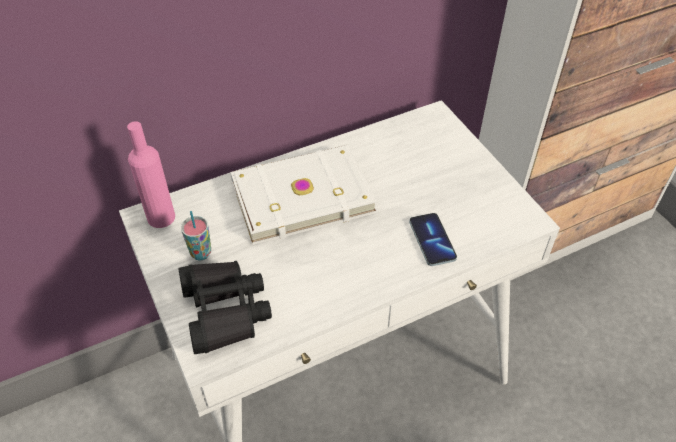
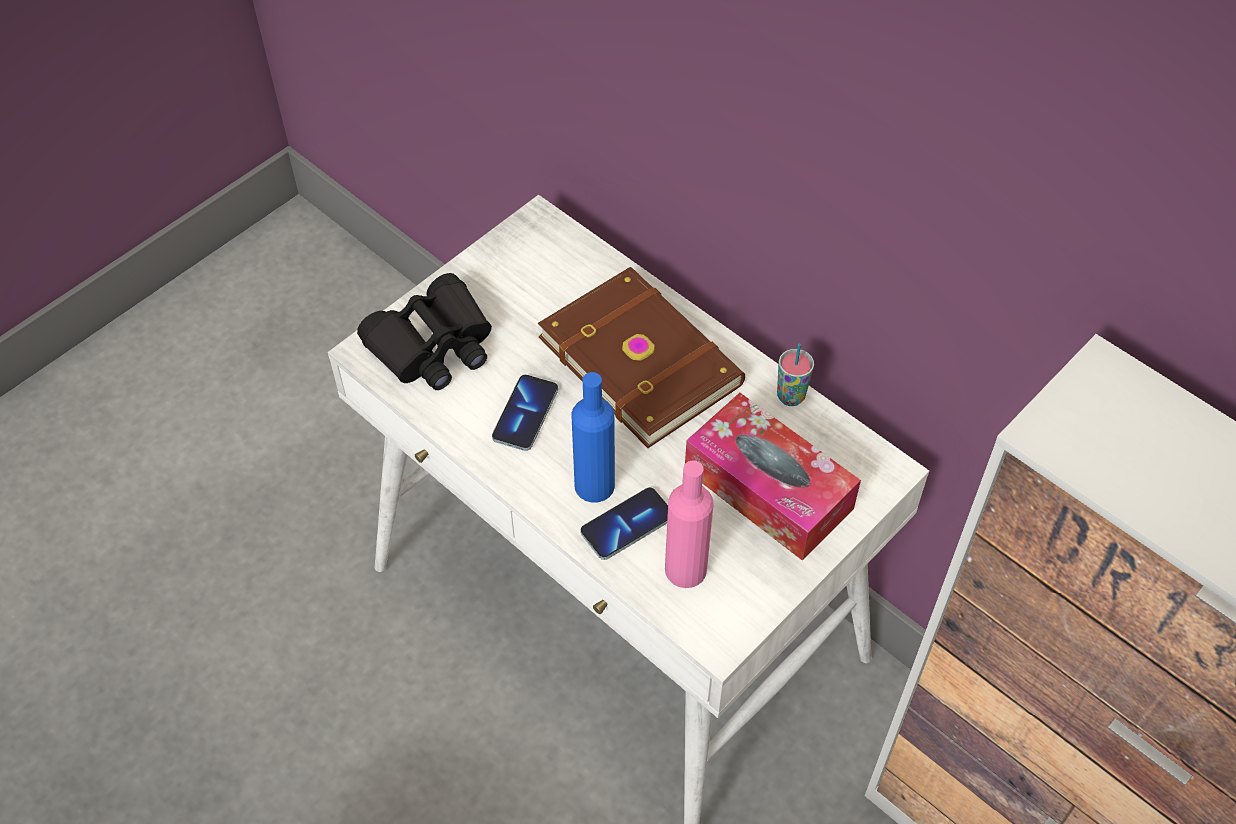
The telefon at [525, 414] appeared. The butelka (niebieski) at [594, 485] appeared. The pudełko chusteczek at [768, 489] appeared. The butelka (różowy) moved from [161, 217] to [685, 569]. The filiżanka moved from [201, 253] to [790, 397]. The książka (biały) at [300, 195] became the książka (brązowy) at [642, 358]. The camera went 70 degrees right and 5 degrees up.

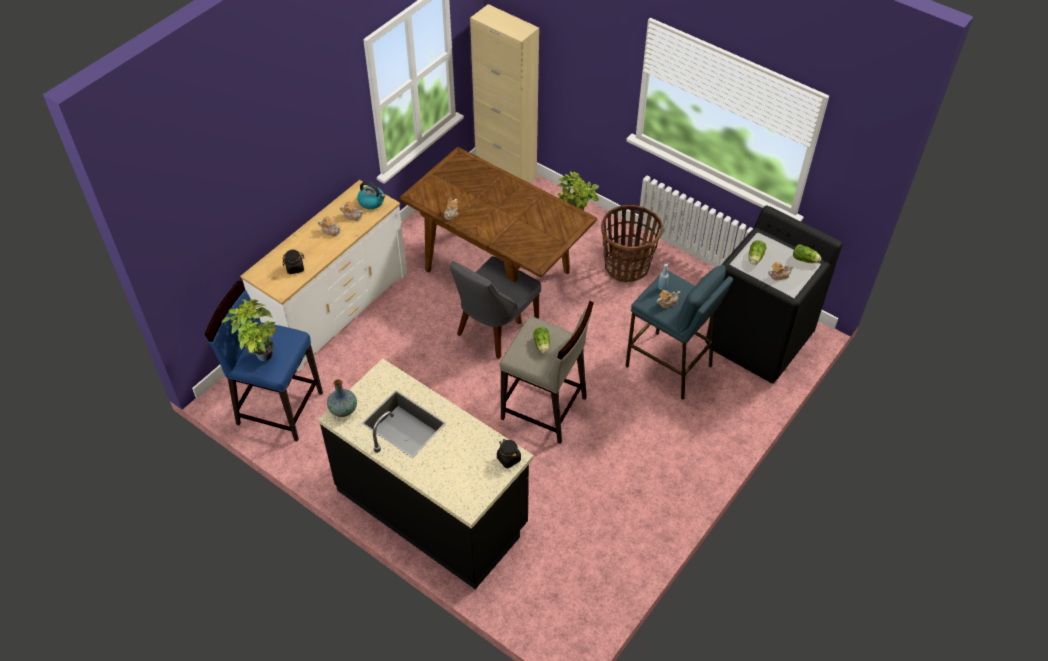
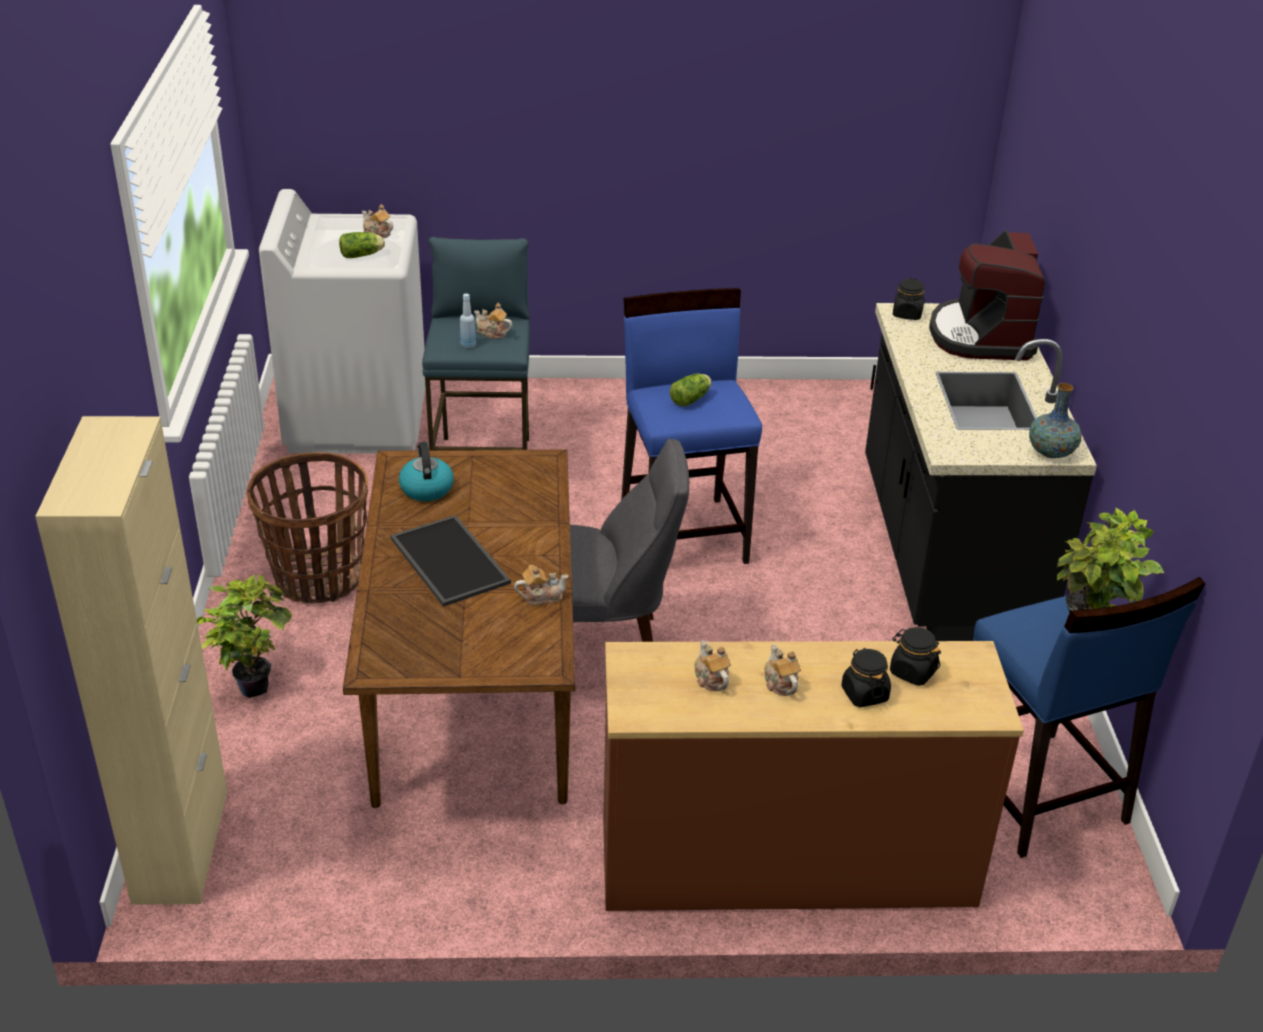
The sałata at [805, 260] disappeared. The taca at [447, 560] appeared. The słoik (czarny) at [864, 694] appeared. The ekspres do kawy at [981, 336] appeared. The czajnik moved from [372, 202] to [426, 488]. The komoda (biały) at [335, 309] became the komoda (brązowy) at [786, 864]. The stołek (beżowy) at [544, 409] became the stołek (niebieski) at [684, 535]. The pralka (czarny) at [759, 341] became the pralka (biały) at [356, 418]. The camera went 130 degrees left and 15 degrees down.

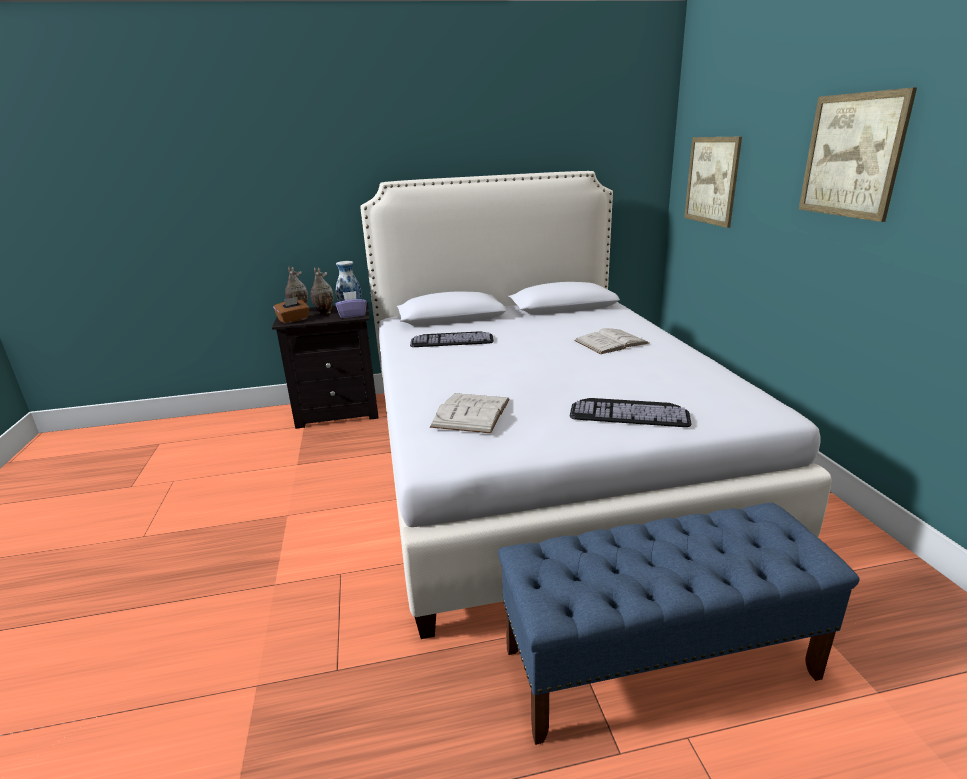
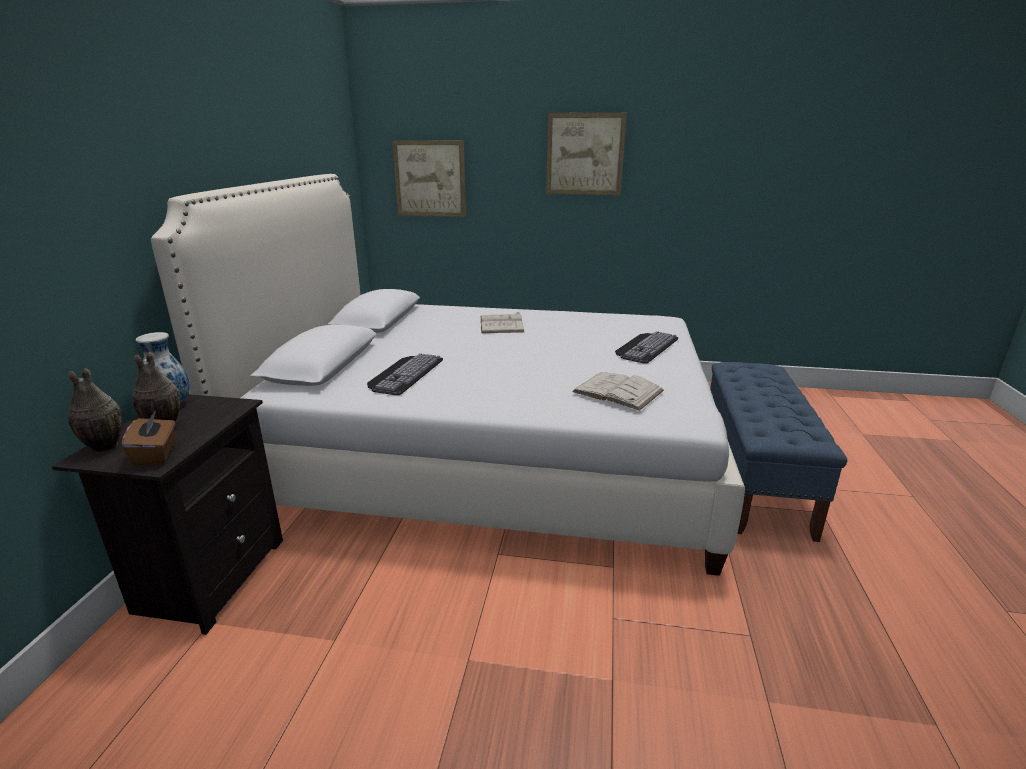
The pudełko chusteczek (fioletowy) at [352, 315] disappeared. The camera went 70 degrees left and 0 degrees up.

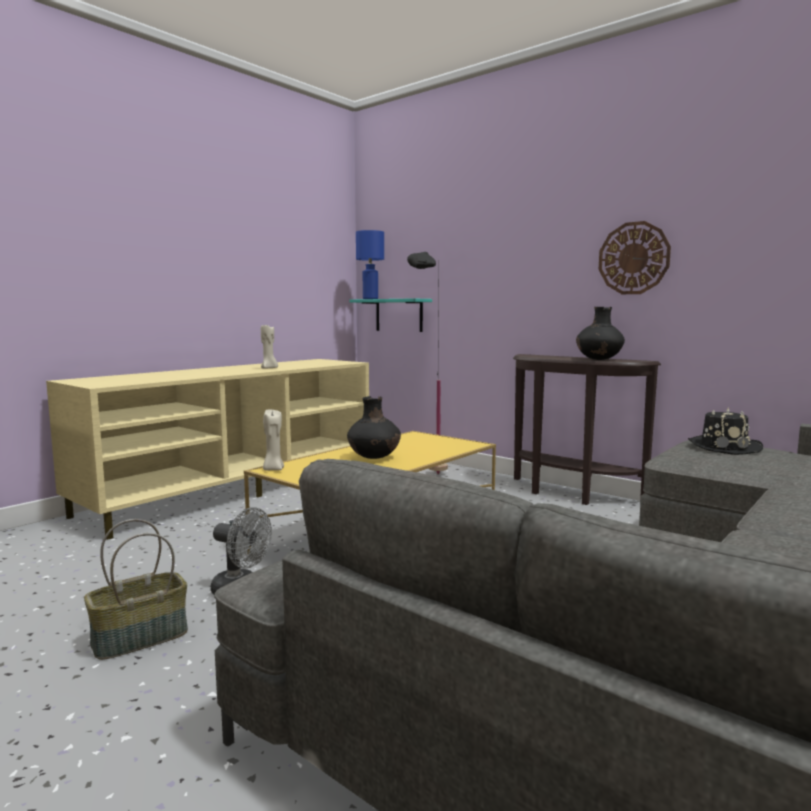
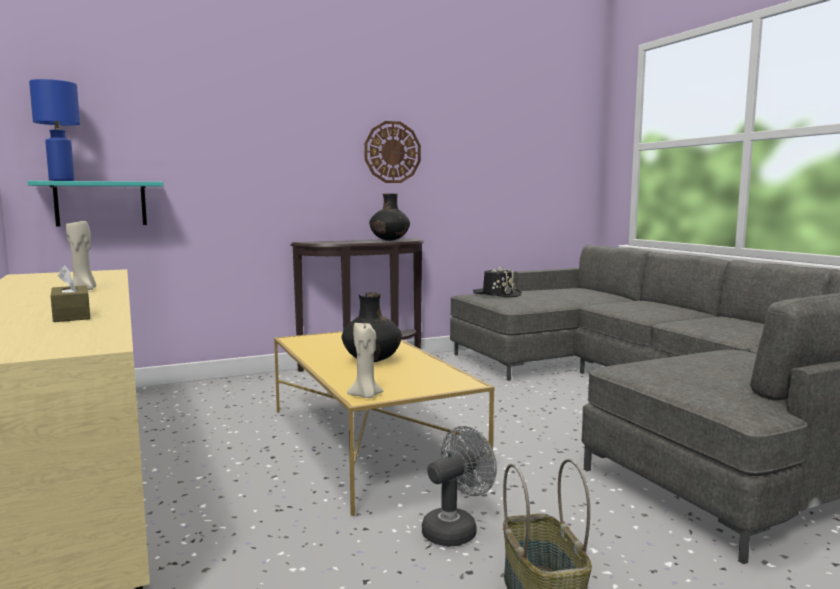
The lampa stojąca (czarny) at [426, 470] disappeared. The pudełko chusteczek (brązowy) at [71, 315] appeared. The camera went 65 degrees left and 0 degrees up.

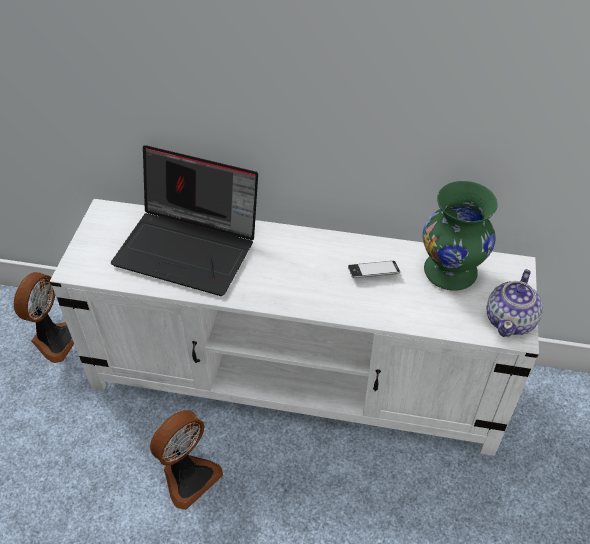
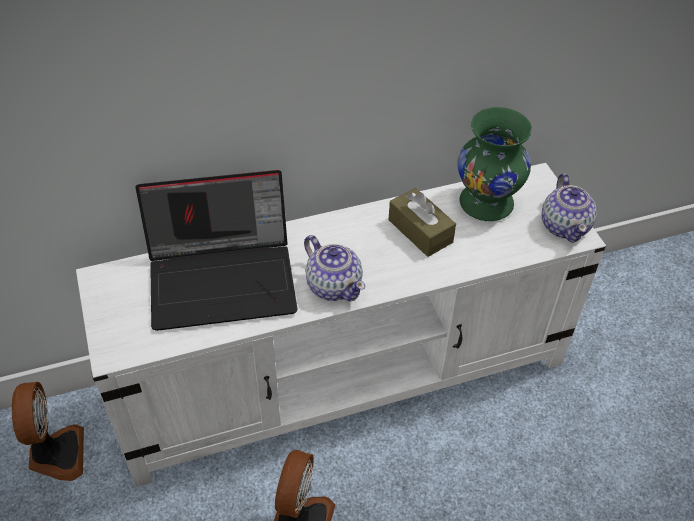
The imbryk at [334, 285] appeared. The telefon at [373, 272] was replaced by the pudełko chusteczek (brązowy) at [420, 231]. The camera went 30 degrees left and 0 degrees up.

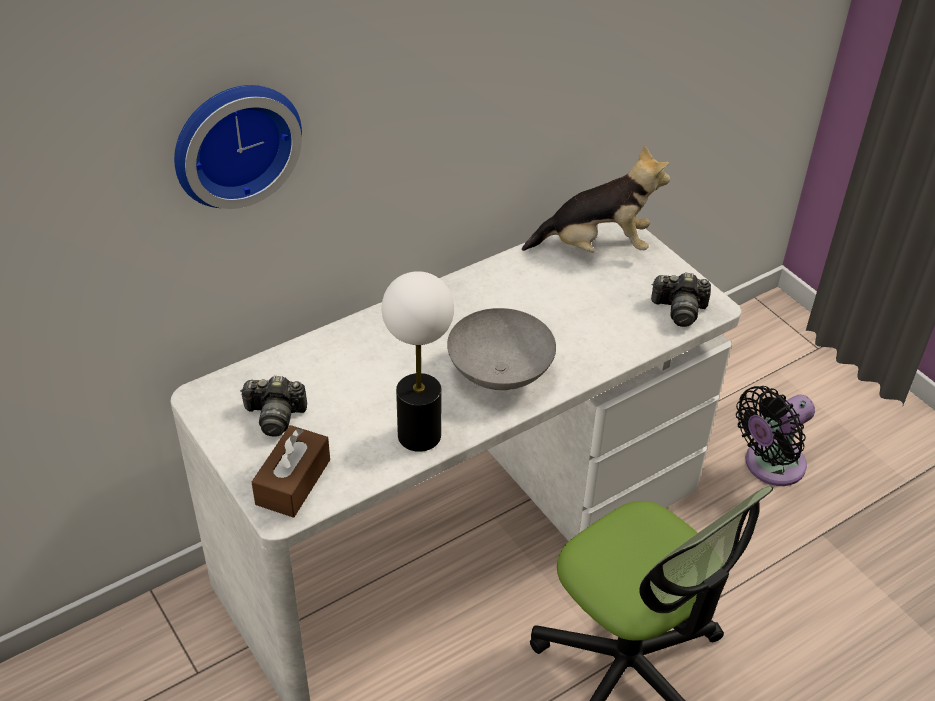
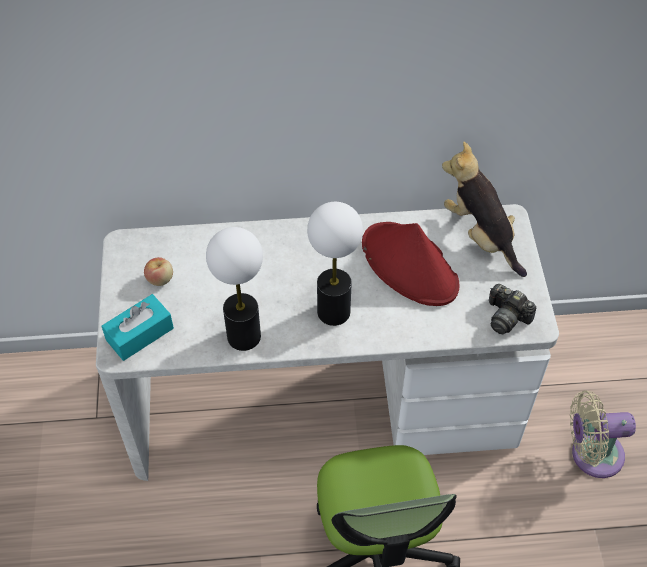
The zegar ścienny at [233, 141] disappeared. The kapelusz (czerwony) at [410, 265] appeared. The aparat fotograficzny at [275, 416] was replaced by the jabłko at [160, 279]. The miska (szary) at [500, 372] was replaced by the lampa stołowa at [334, 311]. The pudełko chusteczek (brązowy) at [293, 482] became the pudełko chusteczek (turkusowy) at [140, 334]. The wentylator (czarny) at [769, 466] became the wentylator (beżowy) at [591, 454]. The pluszak at [596, 246] turned 150 degrees counterclockwise. The camera went 30 degrees right and 10 degrees up.

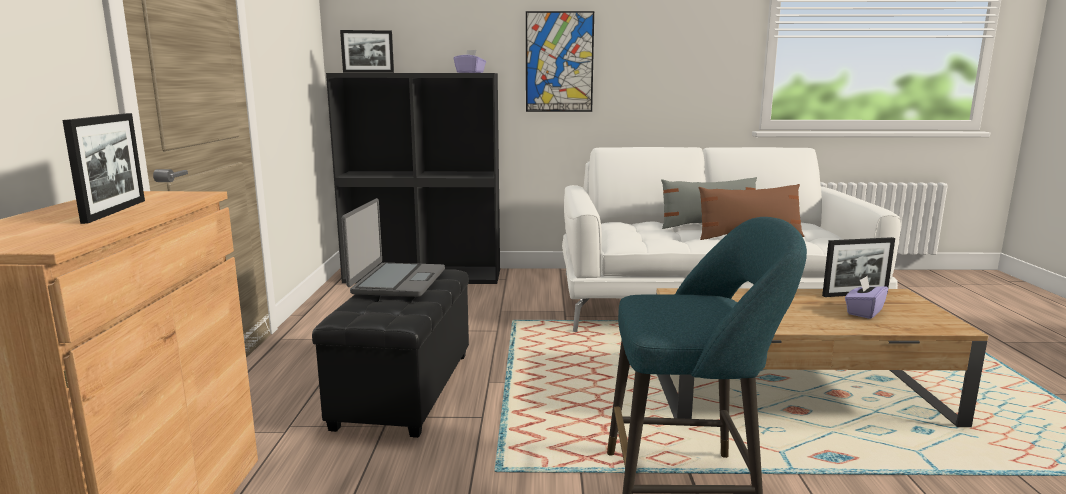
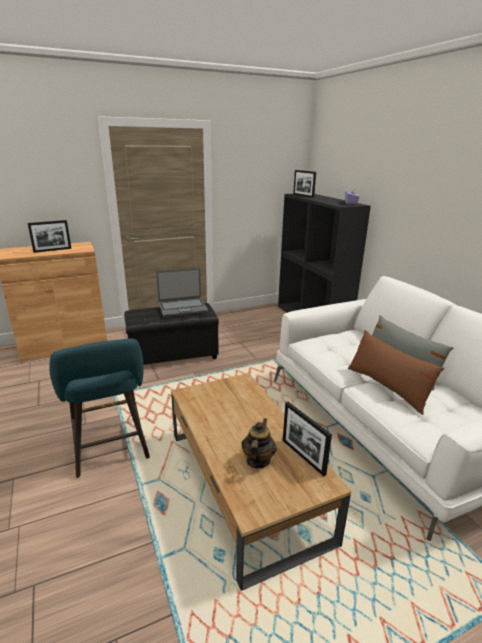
The obraz at [559, 62] disappeared. The pudełko chusteczek (fioletowy) at [864, 312] was replaced by the imbryk at [257, 460]. The camera went 65 degrees right and 10 degrees up.

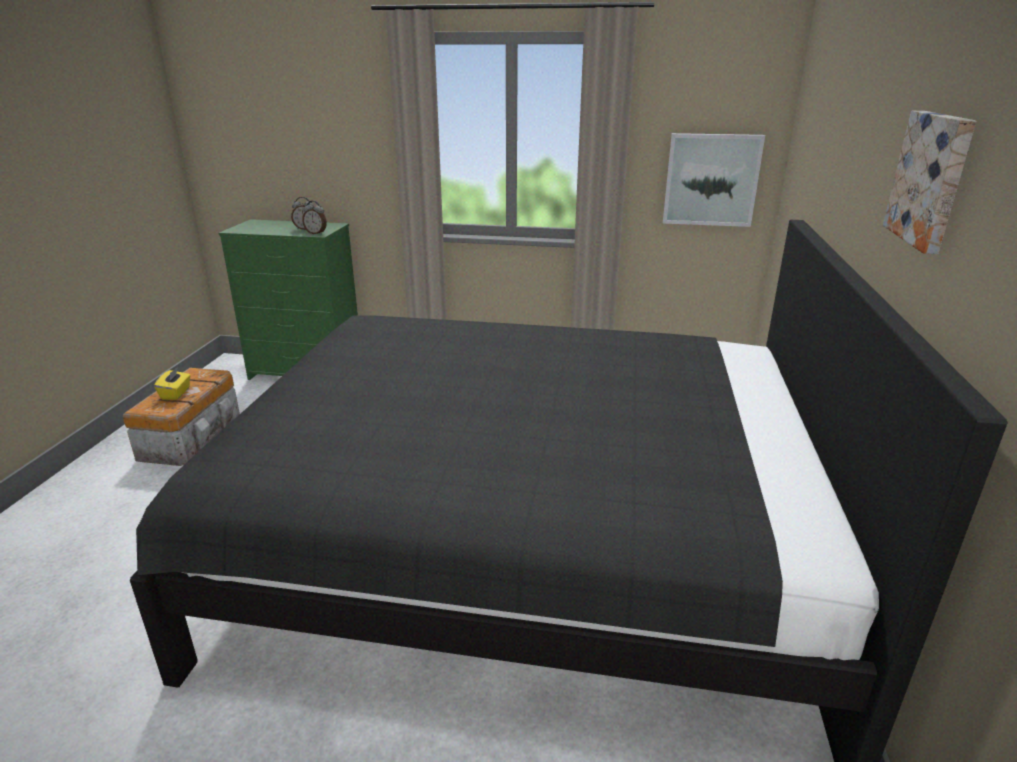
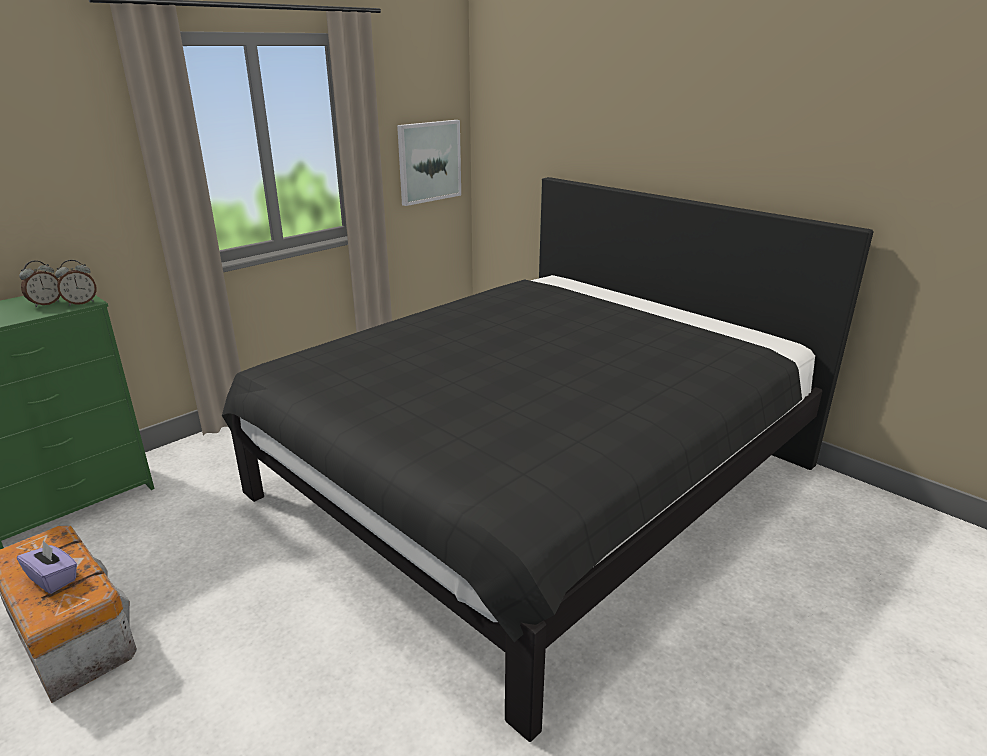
The obraz at [932, 179] disappeared. The pudełko chusteczek (żółty) at [176, 393] became the pudełko chusteczek (fioletowy) at [53, 579]. The camera went 55 degrees left and 0 degrees up.

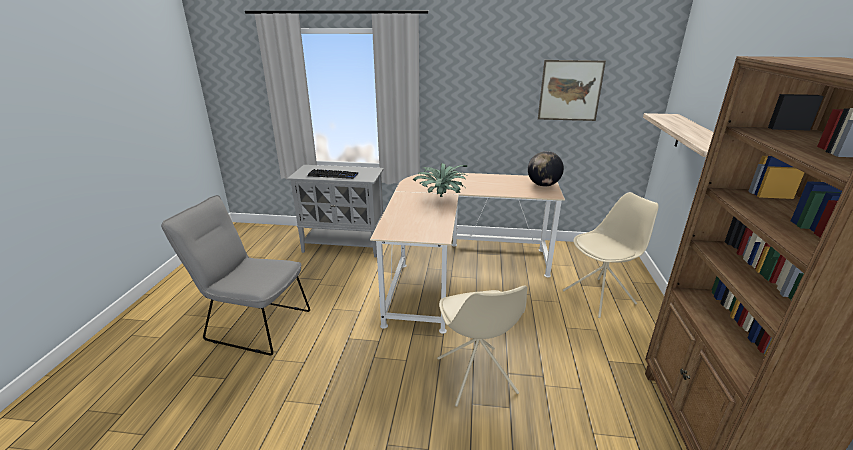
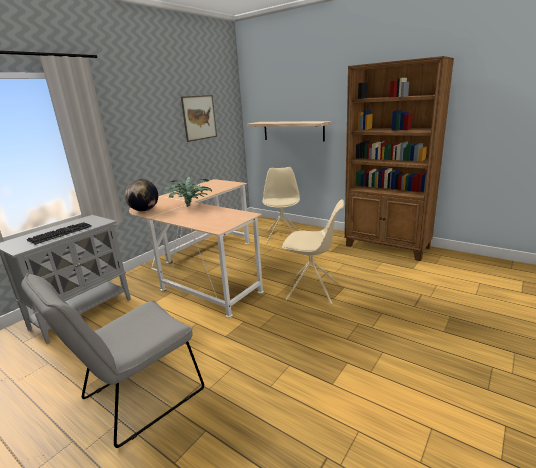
The globus moved from [543, 185] to [144, 210]. The camera went 60 degrees left and 5 degrees down.

